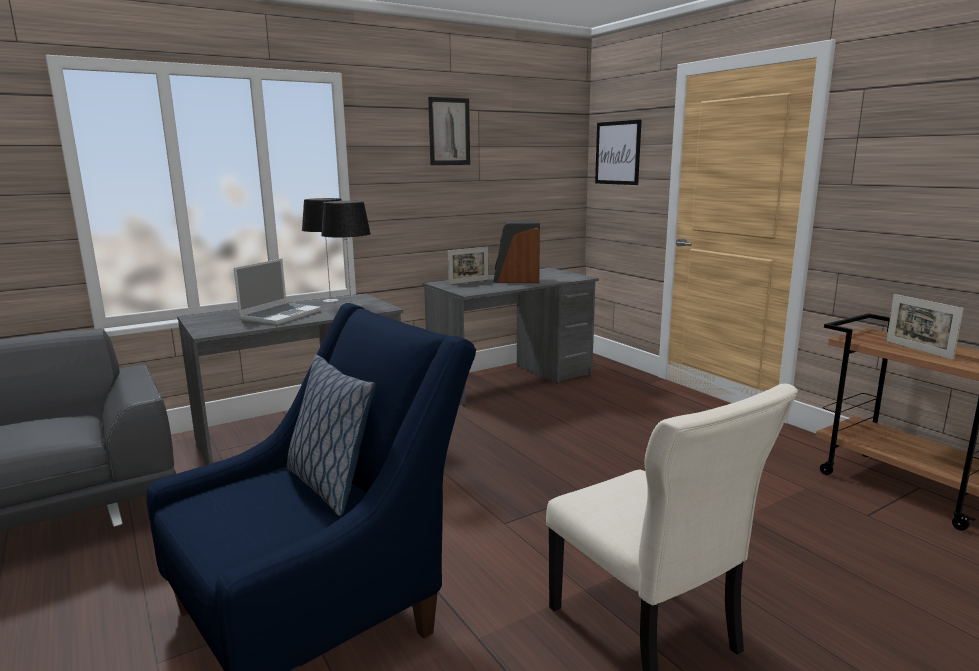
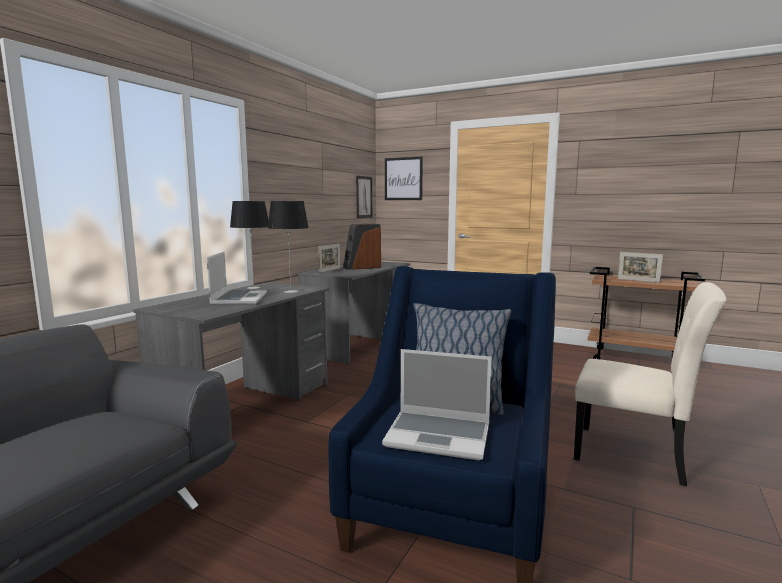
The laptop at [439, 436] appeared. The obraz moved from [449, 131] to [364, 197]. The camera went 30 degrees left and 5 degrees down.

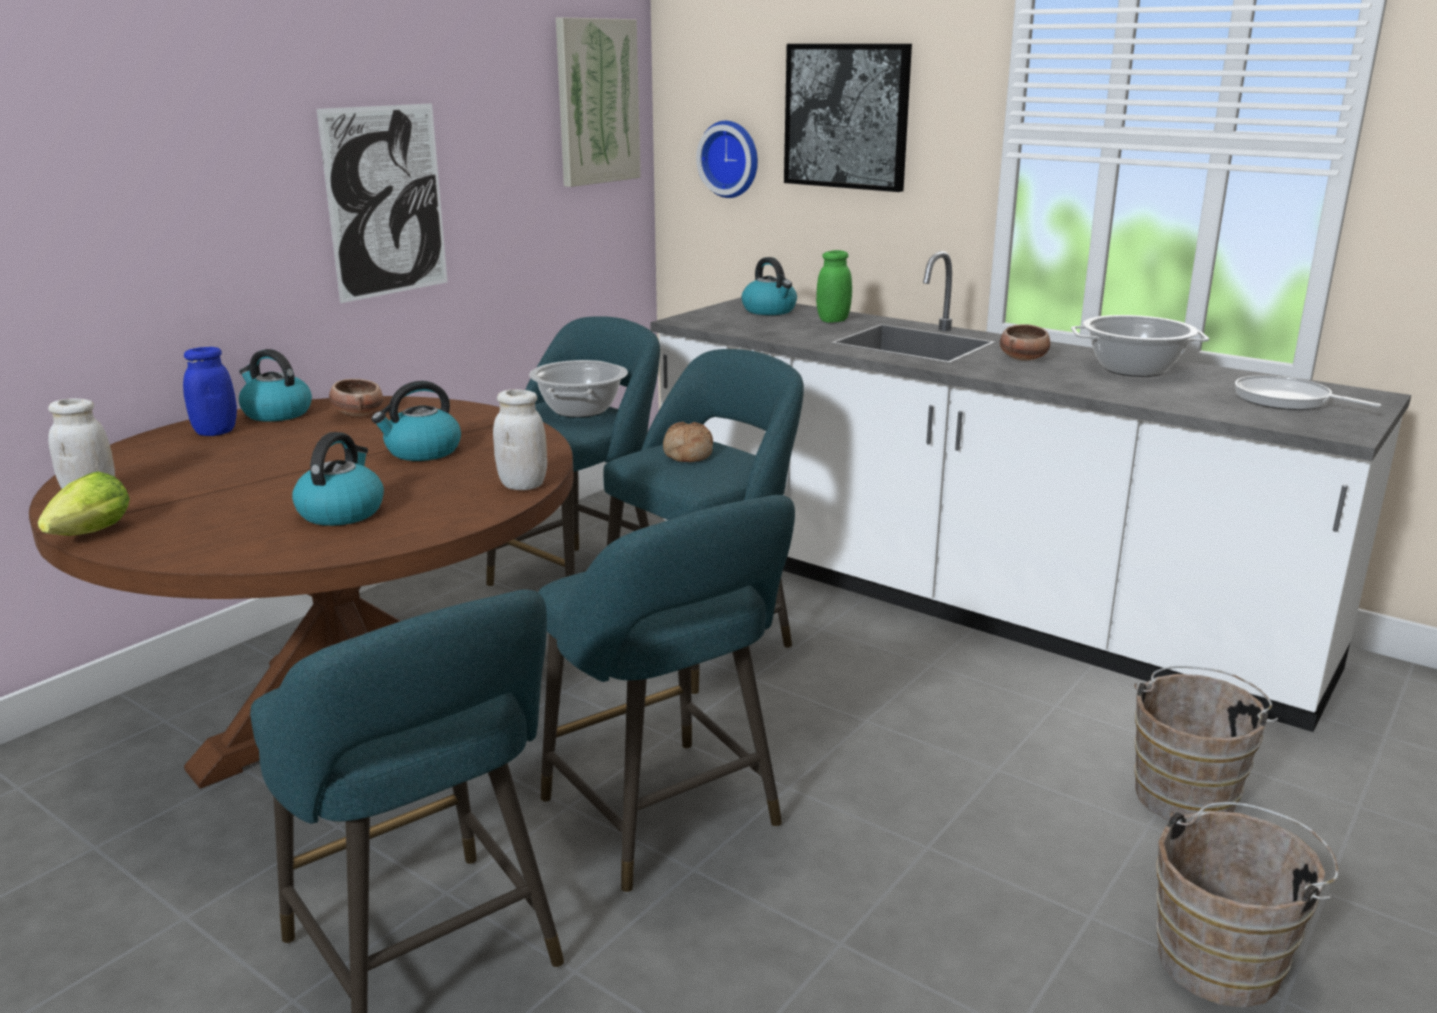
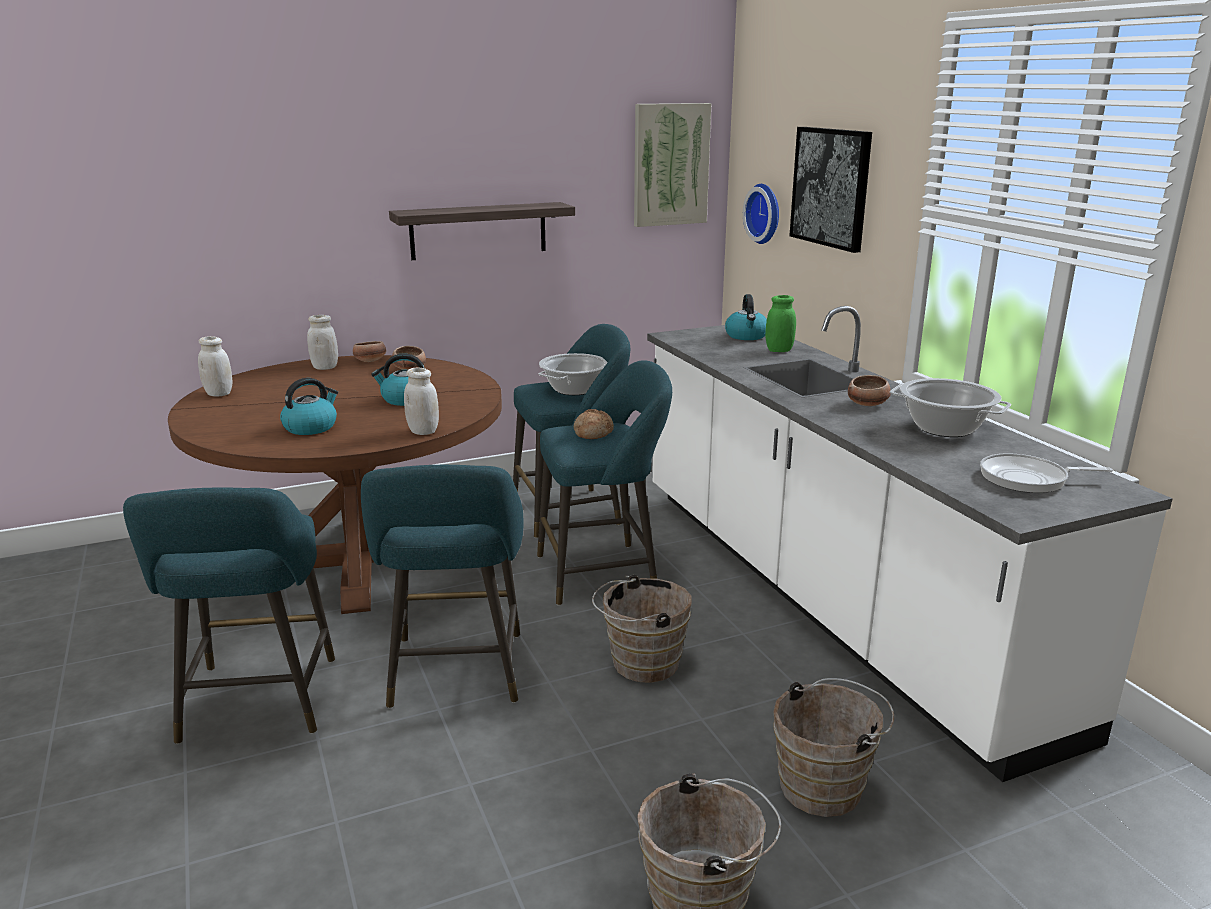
The sałata at [87, 535] disappeared. The wiadro (brązowy) at [640, 664] appeared. The czajnik at [276, 413] was replaced by the miska at [370, 361]. The obraz at [386, 201] was replaced by the półka at [478, 230]. The słoik (niebieski) at [215, 432] became the słoik (biały) at [325, 367]. The patelnia at [1287, 401] turned 75 degrees counterclockwise. The camera went 30 degrees right and 0 degrees up.

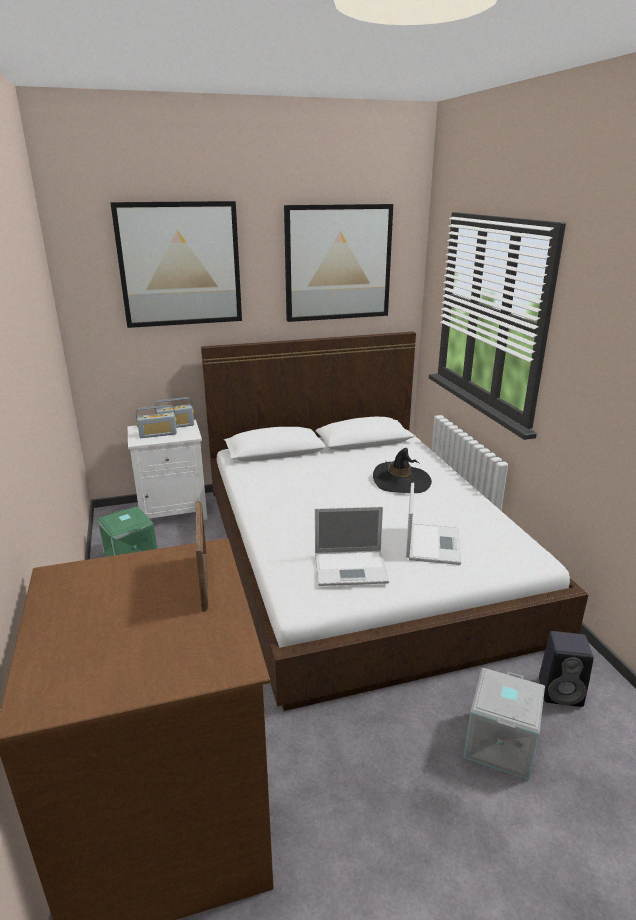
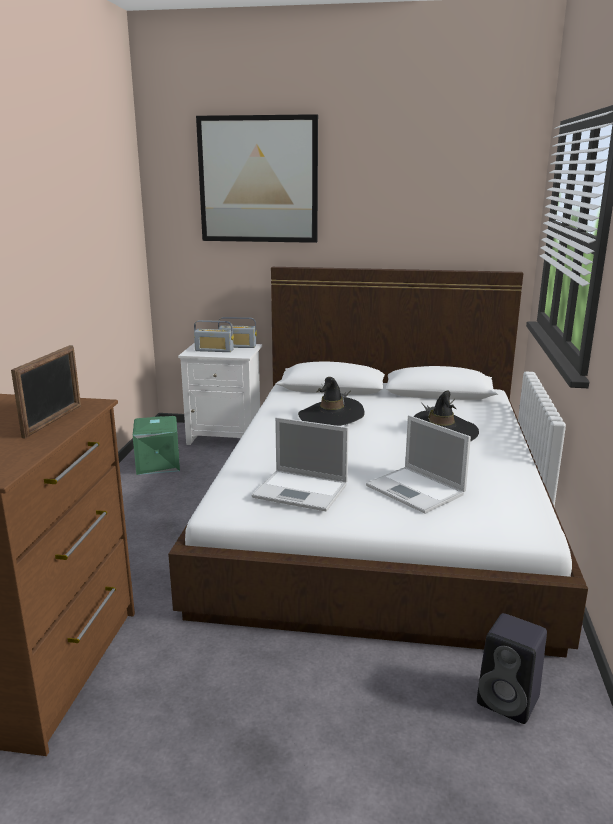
The obraz at [338, 263] disappeared. The pojemnik do przechowywania (szary) at [498, 742] disappeared. The kapelusz (czarny) at [331, 416] appeared. The laptop at [432, 543] turned 105 degrees clockwise. The camera went 25 degrees right and 5 degrees down.

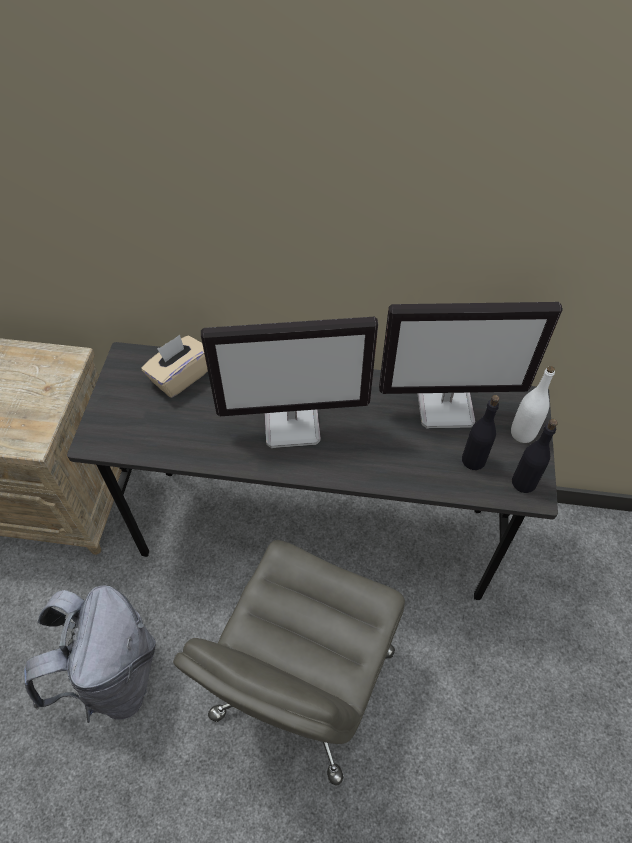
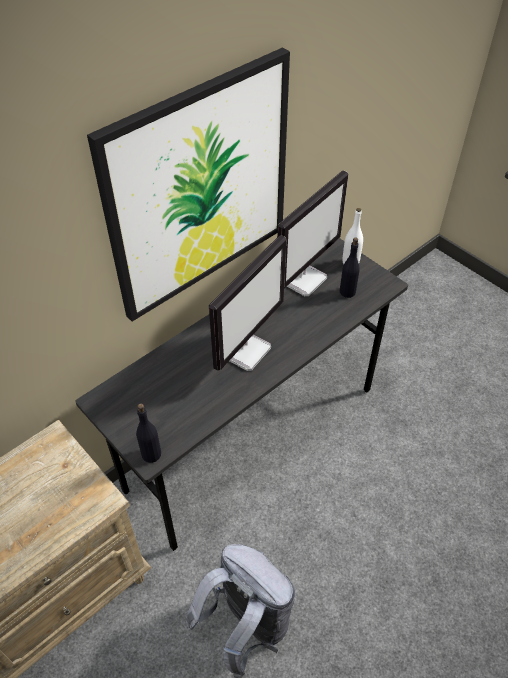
The pudełko chusteczek (beżowy) at [180, 376] disappeared. The krzesło biurowe (szary) at [303, 686] disappeared. The obraz at [200, 188] appeared. The butelka (czarny) moved from [524, 482] to [151, 454]. The camera went 50 degrees left and 5 degrees down.

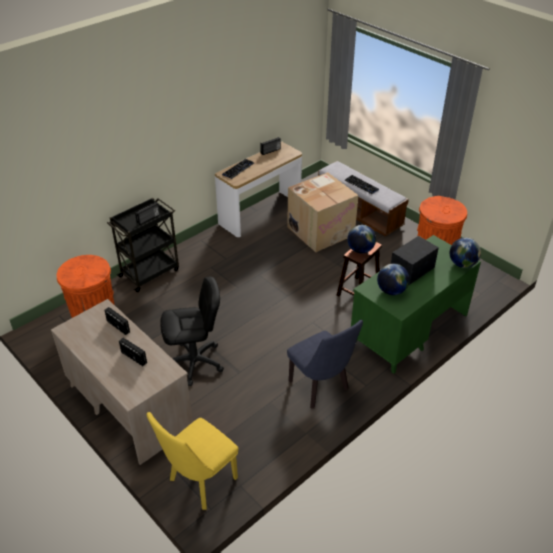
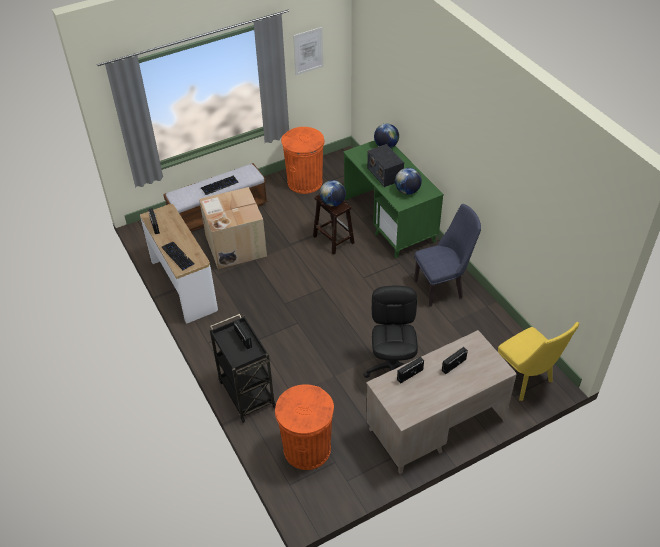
The obraz at [308, 51] appeared. The camera went 75 degrees left and 5 degrees up.

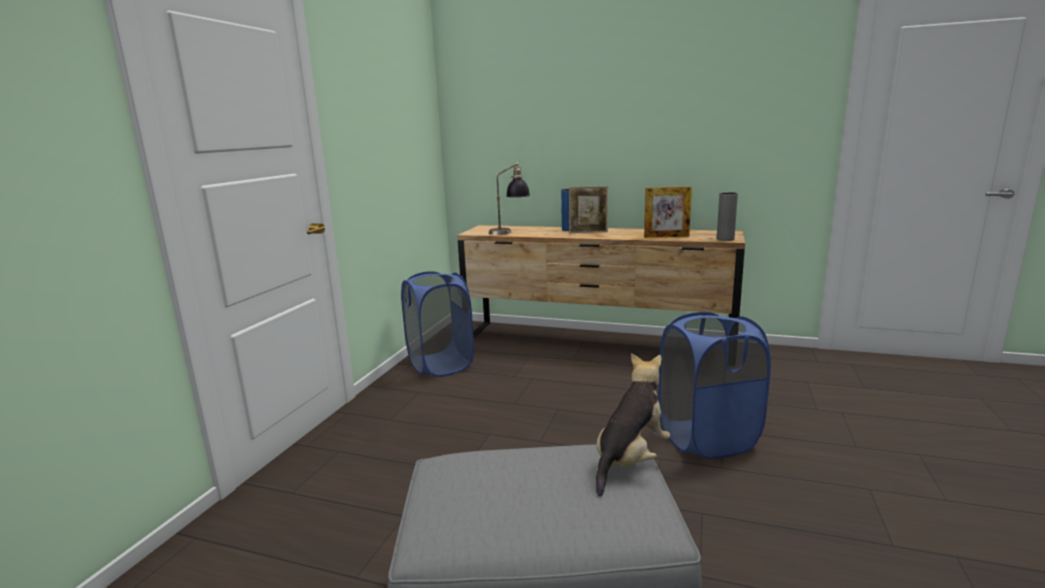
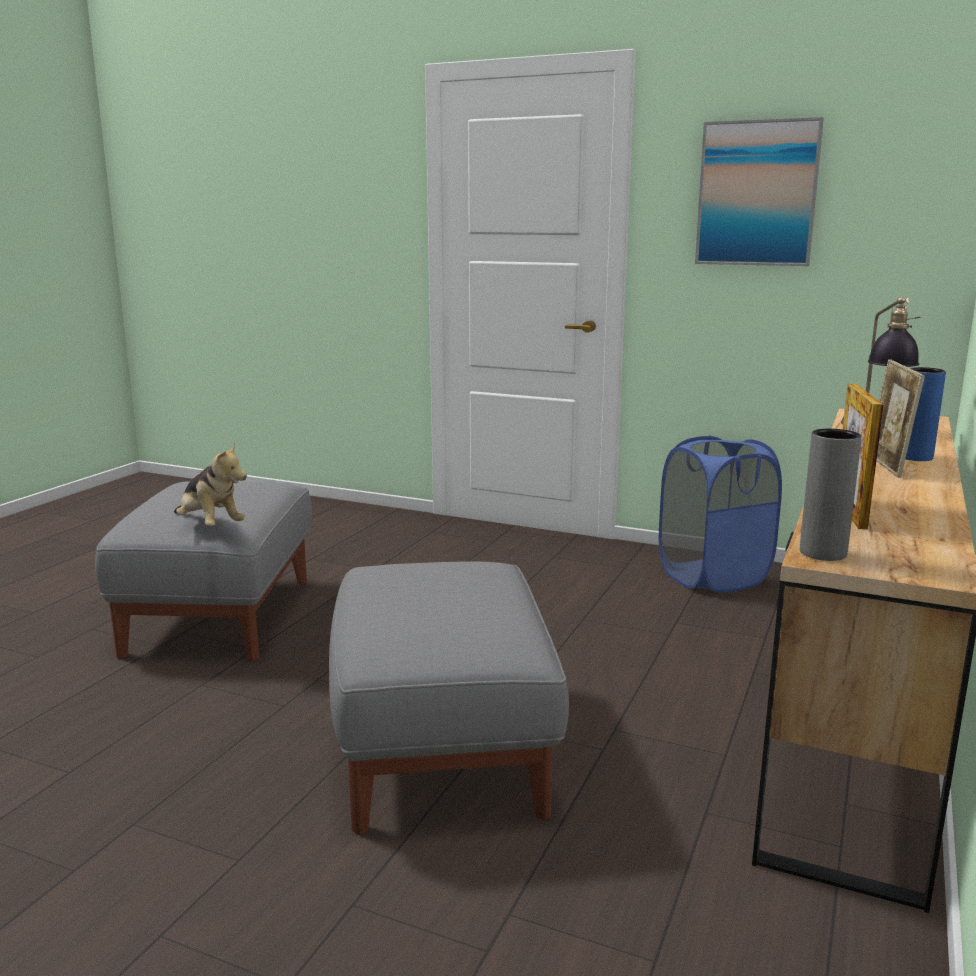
The obraz at [757, 194] appeared. The kosz na pranie (niebieski) at [707, 438] was replaced by the pufa (szary) at [441, 747]. The camera went 95 degrees right and 0 degrees up.

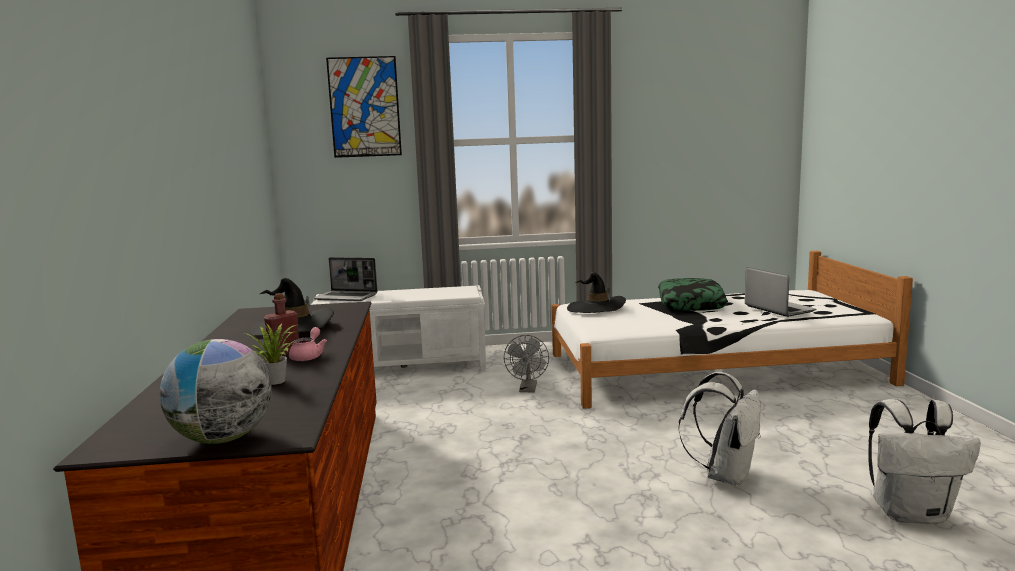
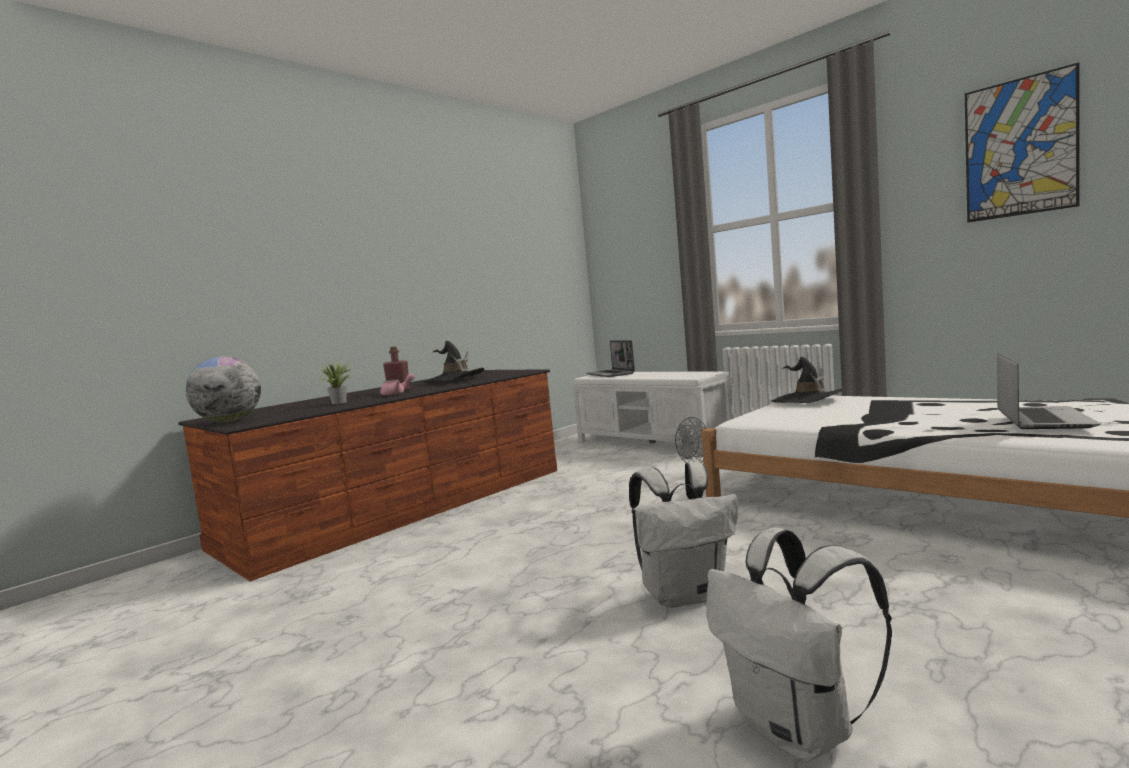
The poduszka at [691, 304] disappeared. The obraz moved from [364, 107] to [1020, 147]. The camera went 50 degrees right and 5 degrees down.

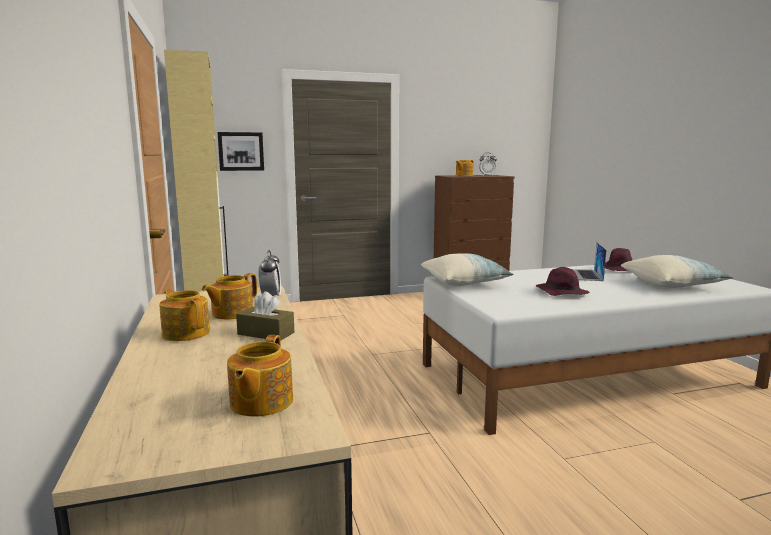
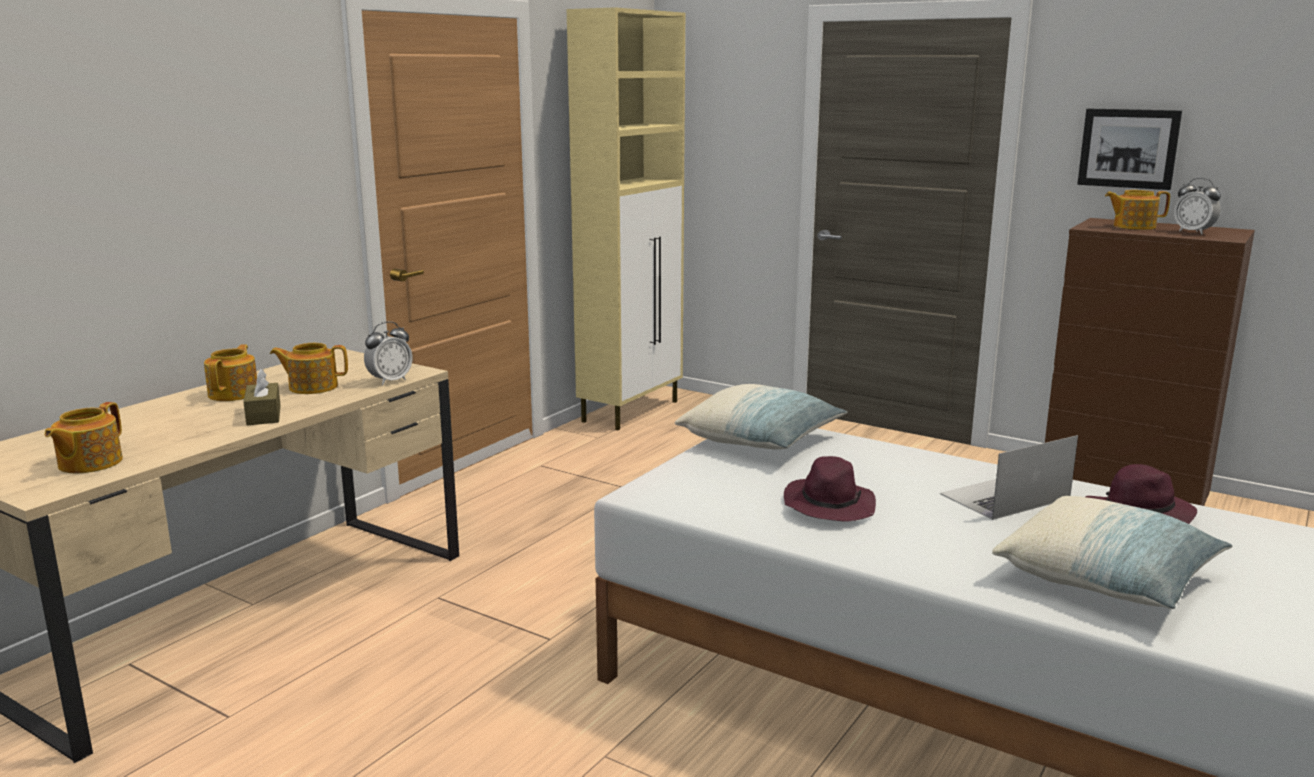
The obraz moved from [241, 151] to [1128, 148]. The imbryk at [260, 402] turned 45 degrees counterclockwise. The camera went 50 degrees right and 5 degrees up.

